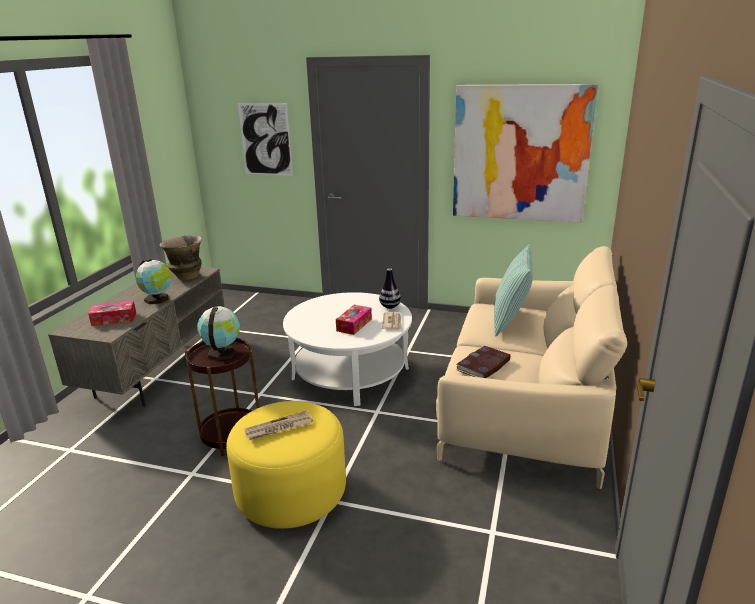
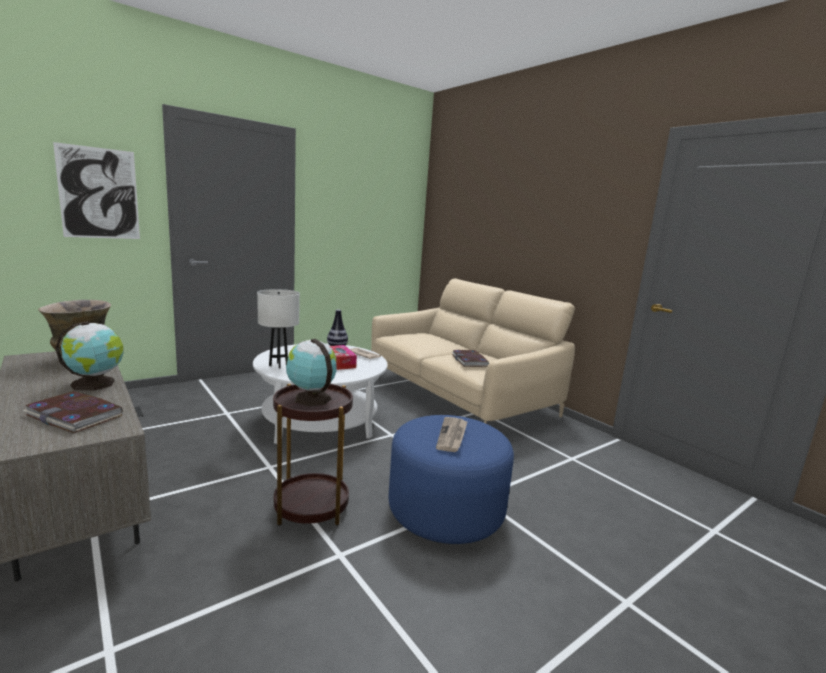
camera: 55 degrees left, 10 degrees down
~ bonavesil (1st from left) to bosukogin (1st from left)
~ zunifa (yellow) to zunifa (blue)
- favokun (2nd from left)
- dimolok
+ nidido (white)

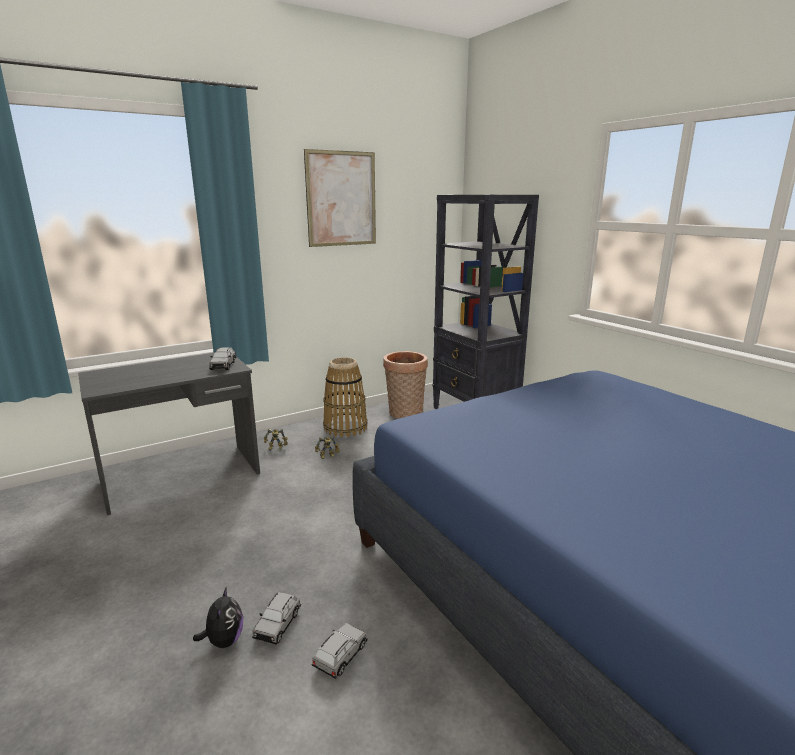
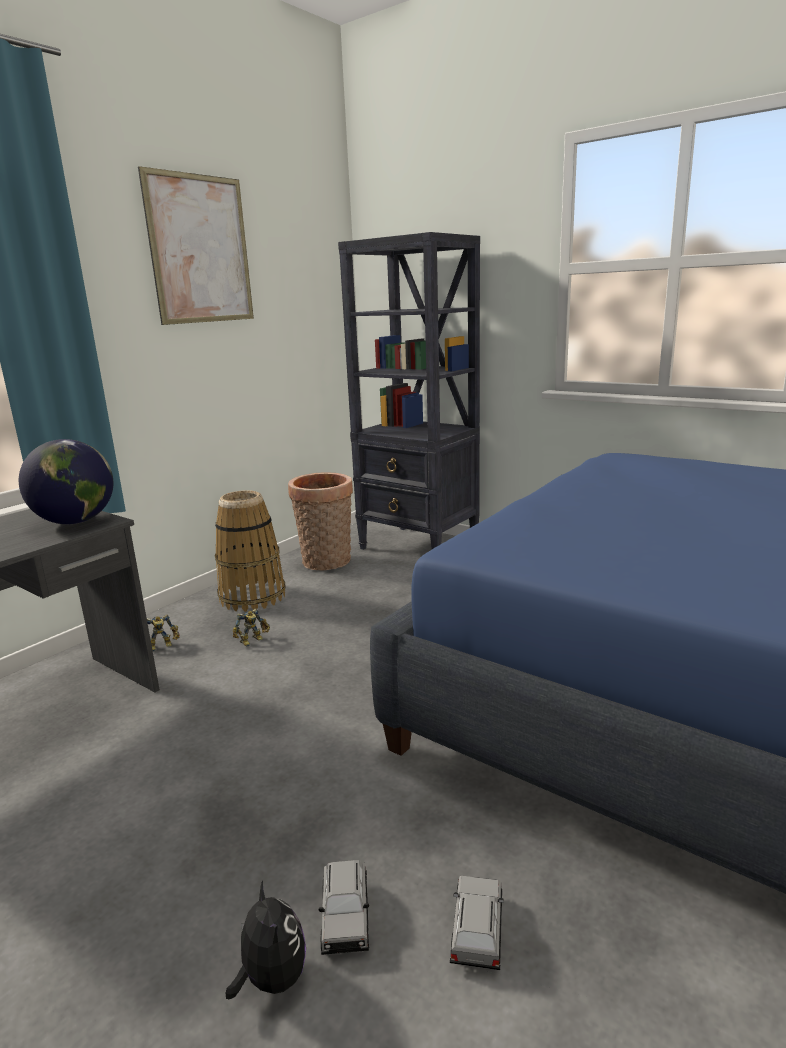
camera: 20 degrees left, 0 degrees up
~ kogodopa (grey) (1st from left) to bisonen

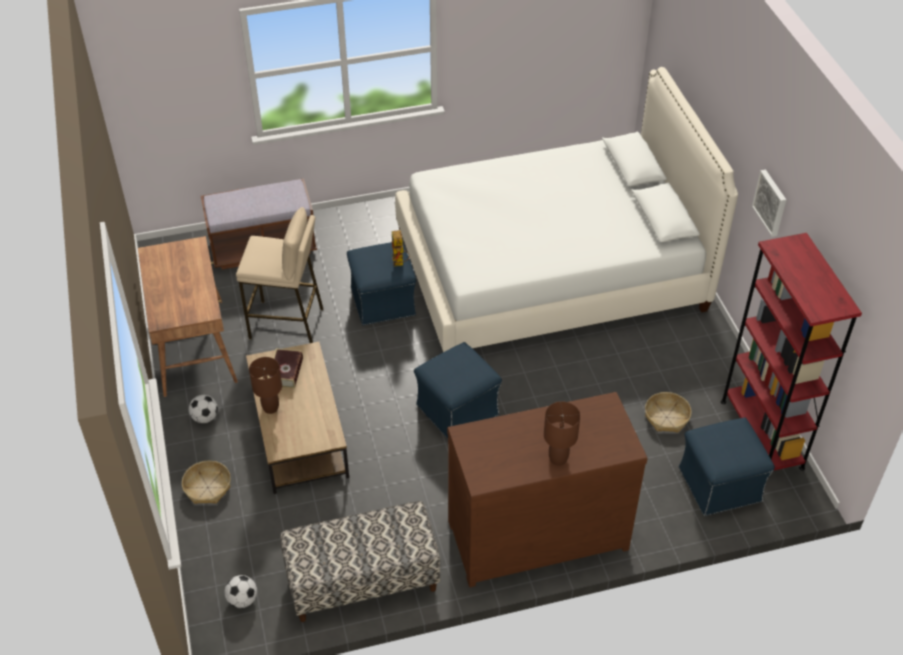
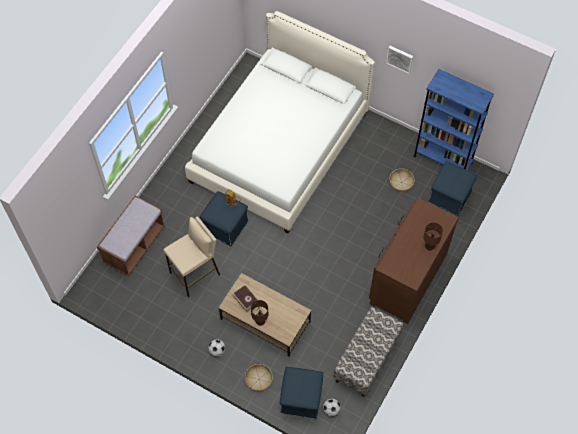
camera: 45 degrees left, 15 degrees up
- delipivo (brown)
~ zunifa (blue) (2nd from left)
~ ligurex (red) to ligurex (blue)

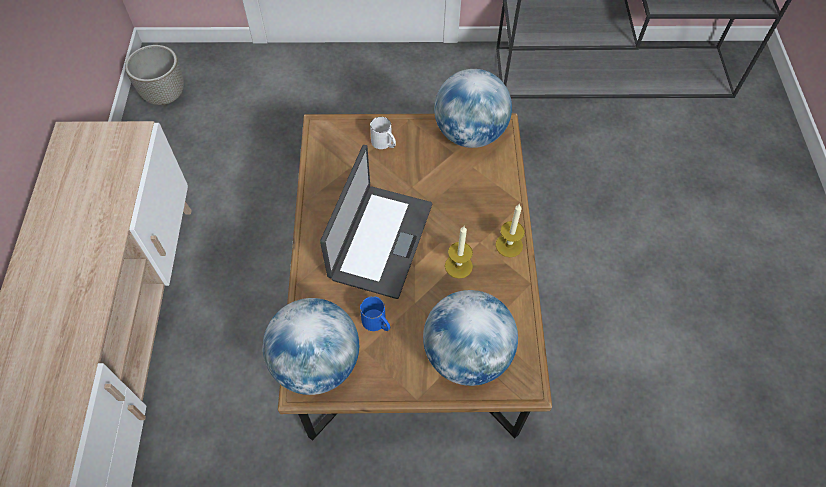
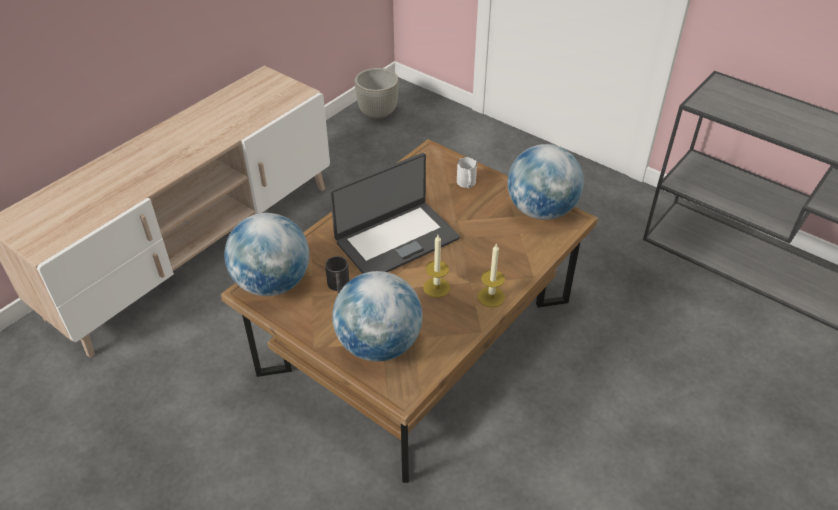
camera: 40 degrees right, 15 degrees down
~ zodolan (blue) to zodolan (black)

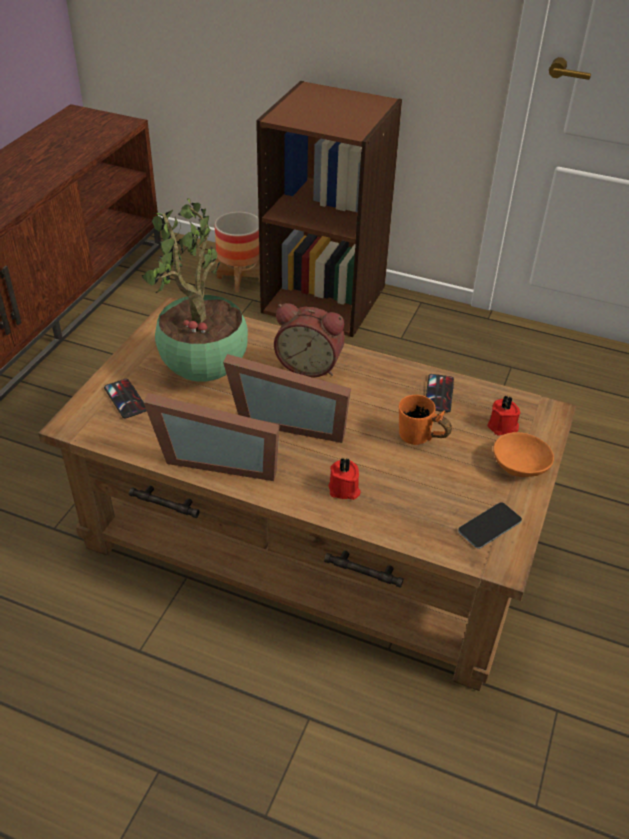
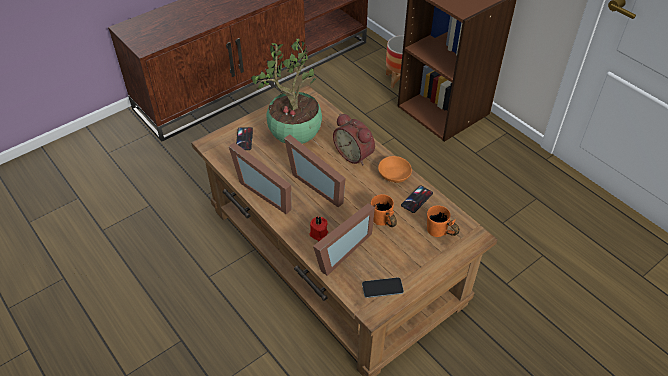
camera: 30 degrees right, 5 degrees up
~ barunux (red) (2nd from left) to zodolan (orange) (2nd from left)
~ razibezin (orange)
+ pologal (3rd from left)

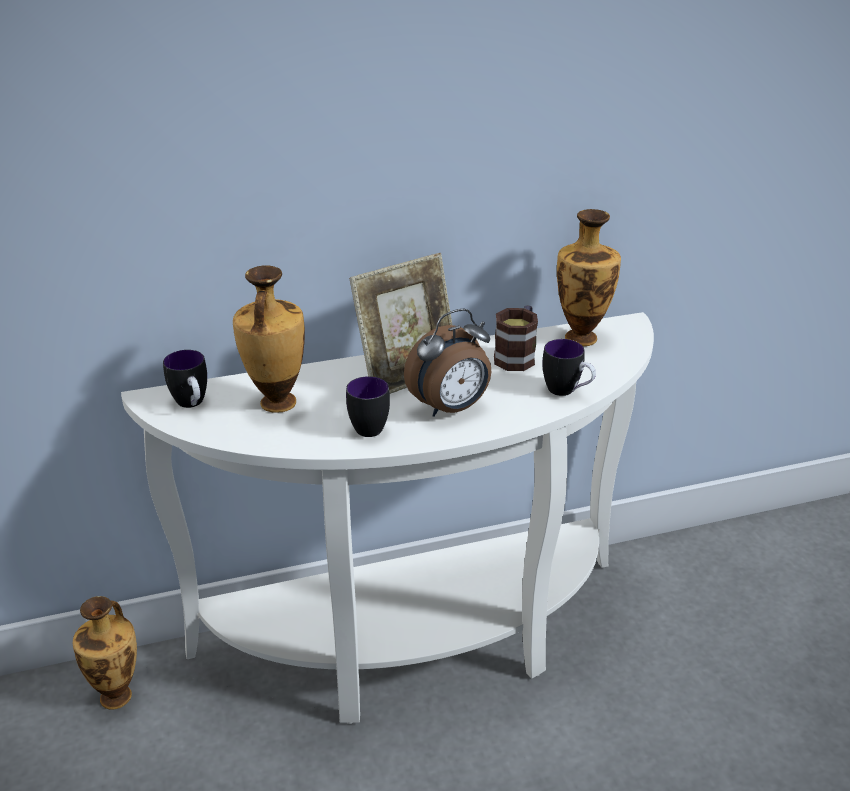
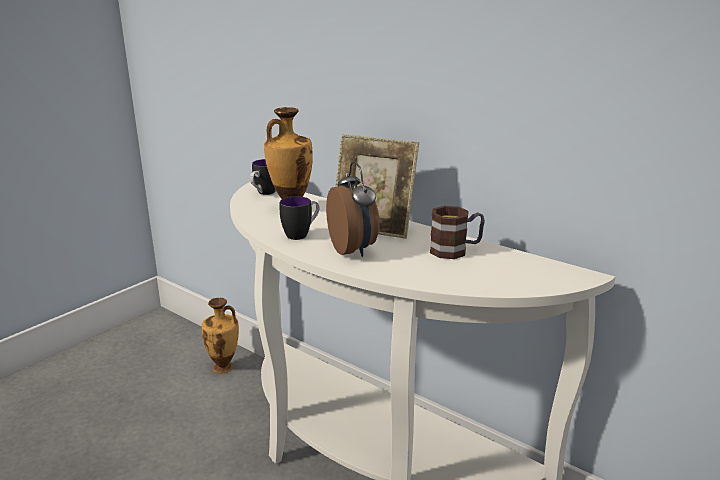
camera: 55 degrees right, 10 degrees down
~ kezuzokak 135 degrees counterclockwise
- zodolan (4th from left)
- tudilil (3rd from left)

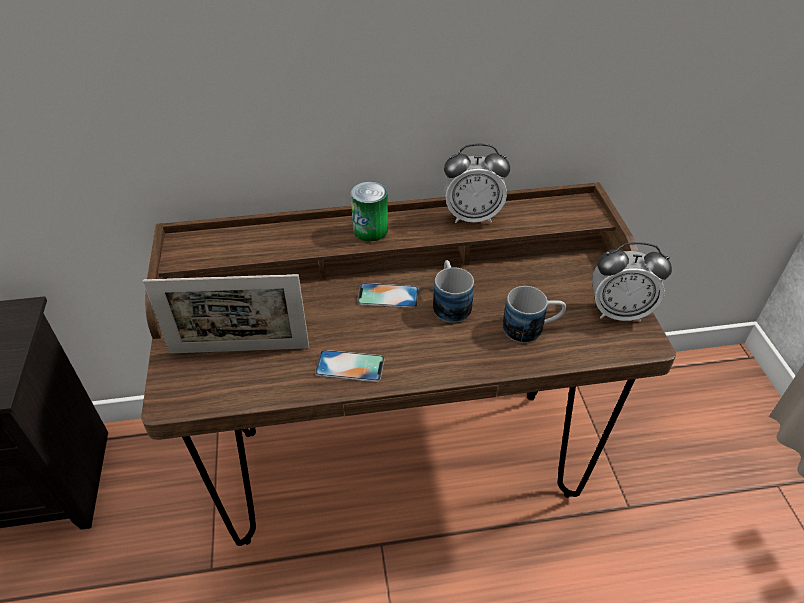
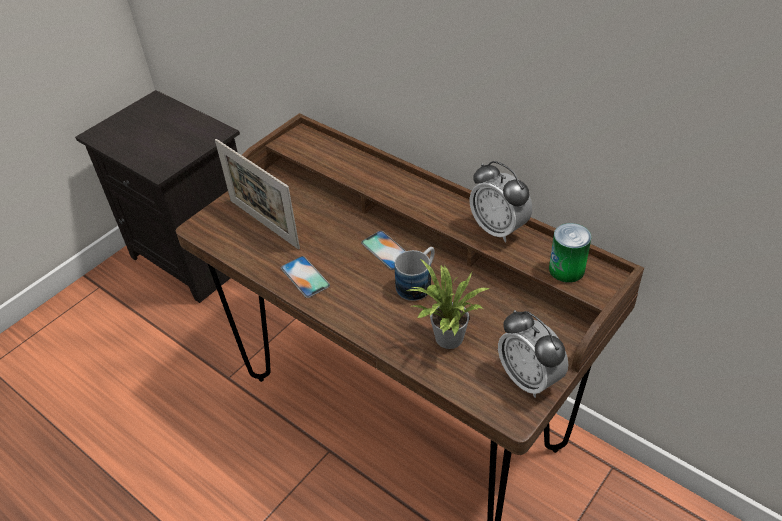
camera: 50 degrees right, 0 degrees up
~ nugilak
~ zodolan (2nd from left) to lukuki

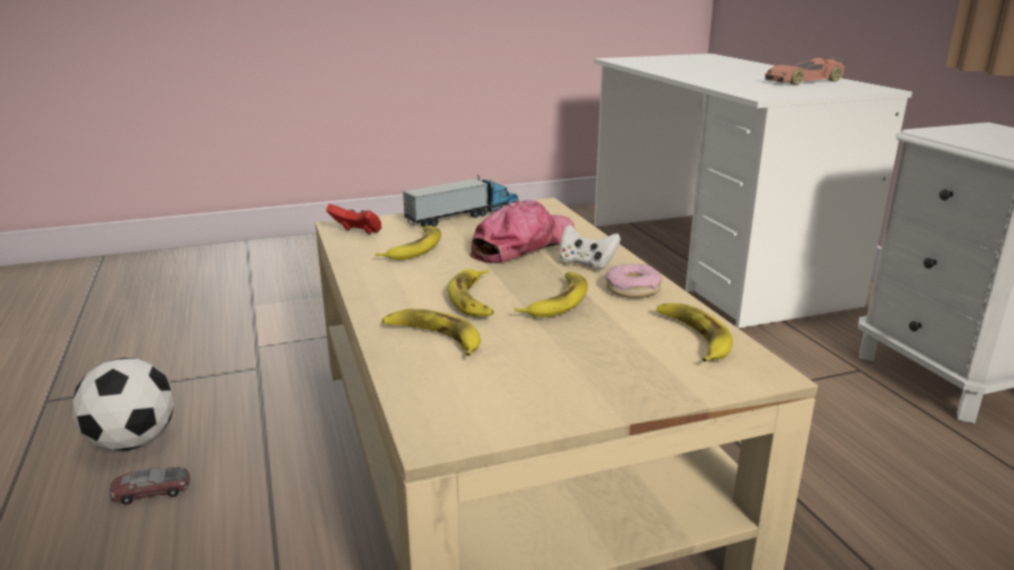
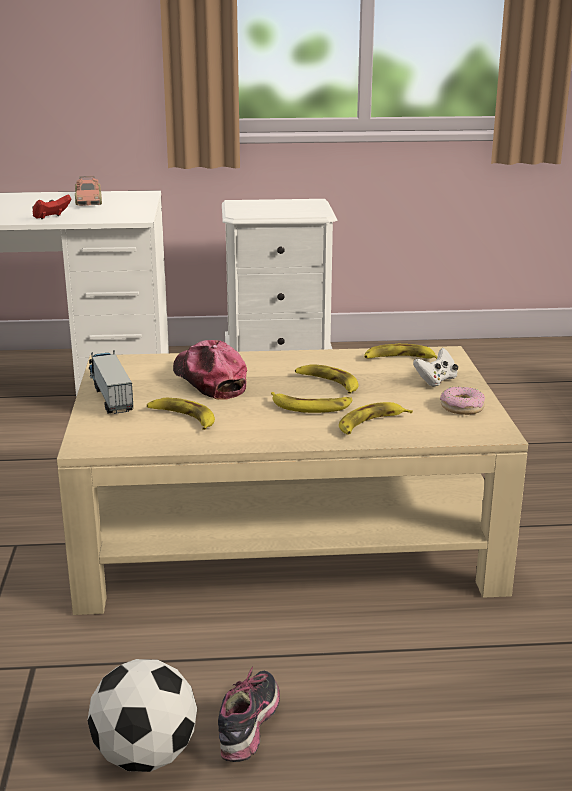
camera: 75 degrees left, 0 degrees up
~ kogodopa (1st from left) to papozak
~ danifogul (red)
~ danifogul (white)
~ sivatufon

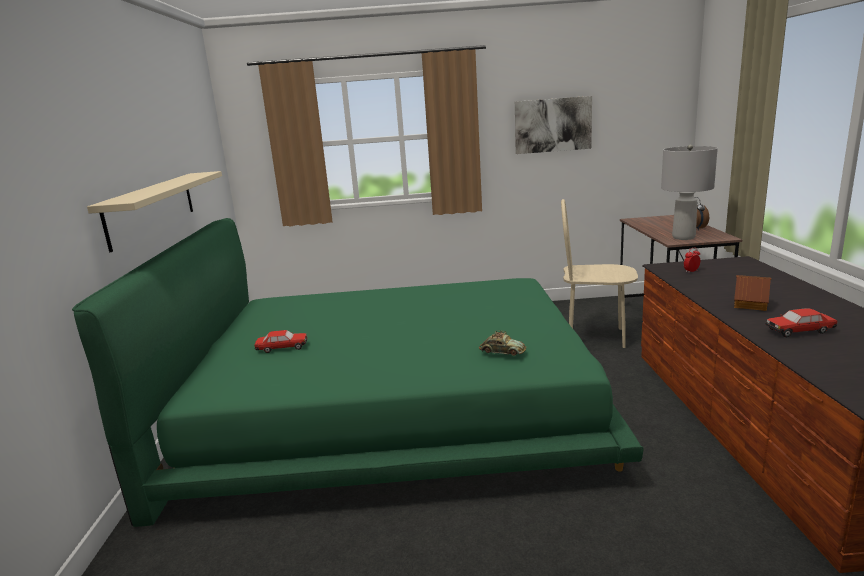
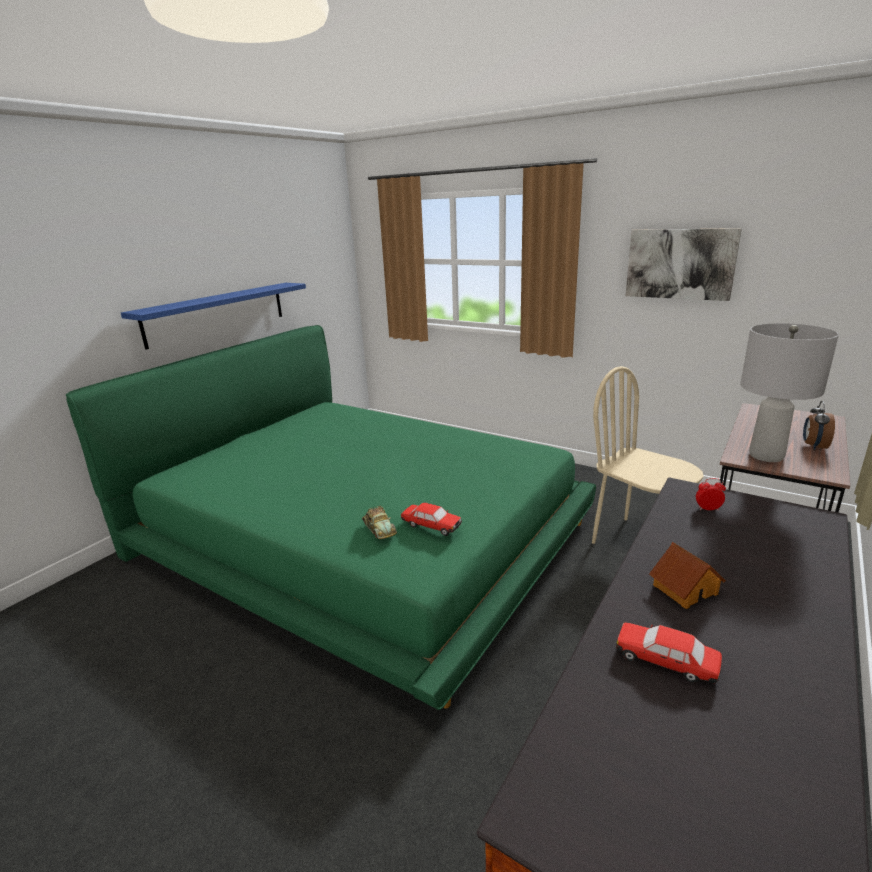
camera: 35 degrees right, 5 degrees up
~ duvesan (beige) to duvesan (blue)
~ kogodopa (1st from left in the first image) to kogodopa (2nd from left)

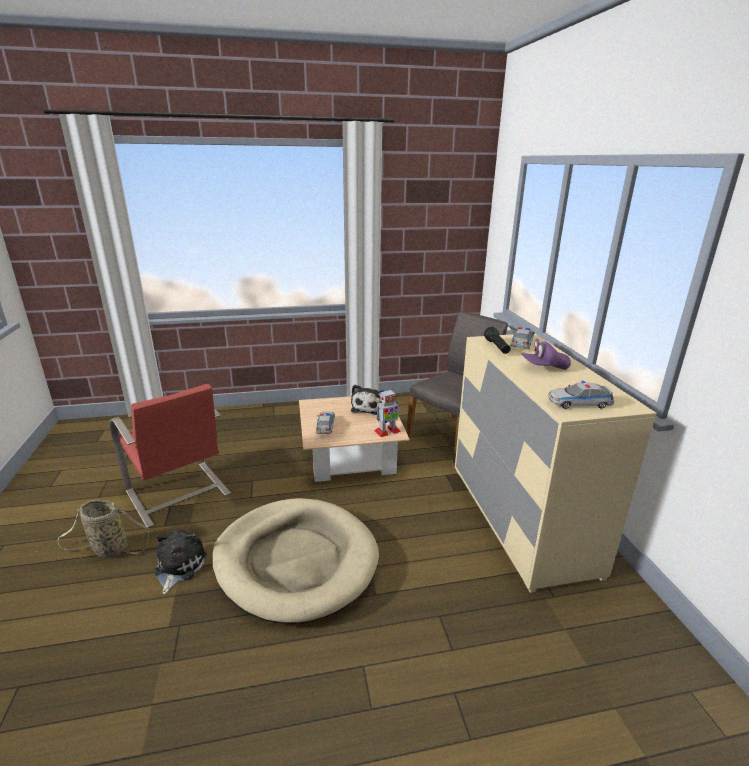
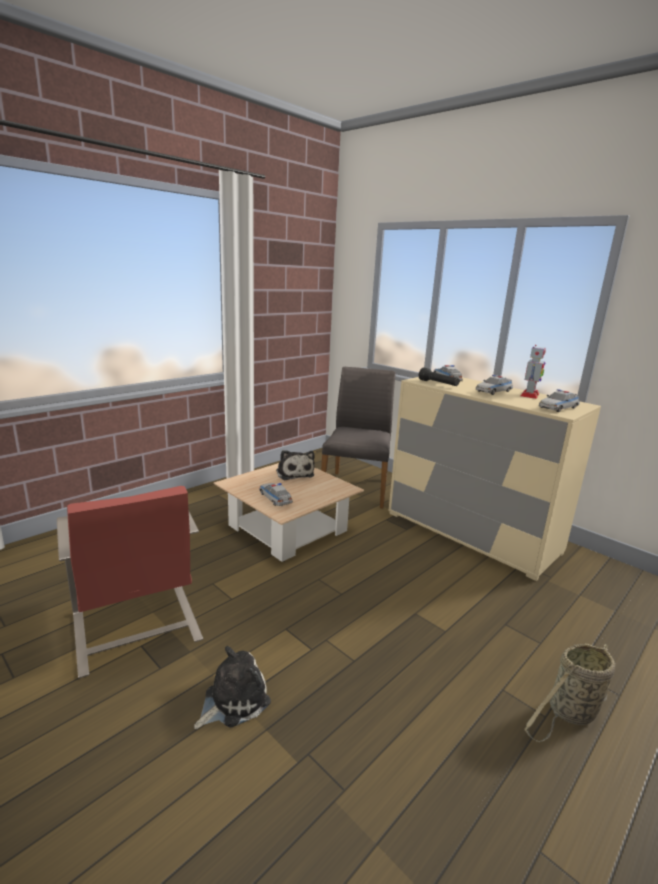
camera: 35 degrees left, 5 degrees down
~ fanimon
~ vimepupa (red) 45 degrees clockwise
~ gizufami (1st from left) 75 degrees clockwise
- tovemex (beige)
~ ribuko
~ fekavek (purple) to kogodopa (3rd from left)

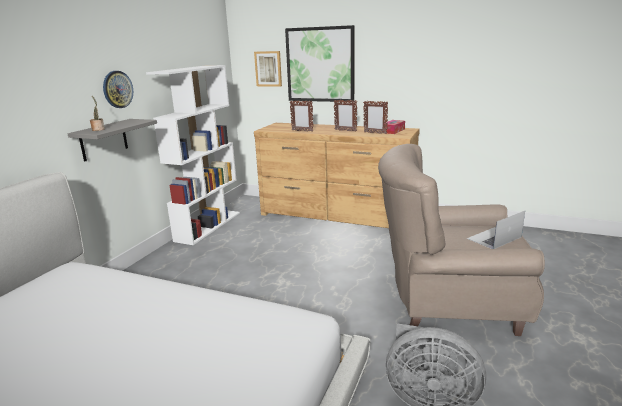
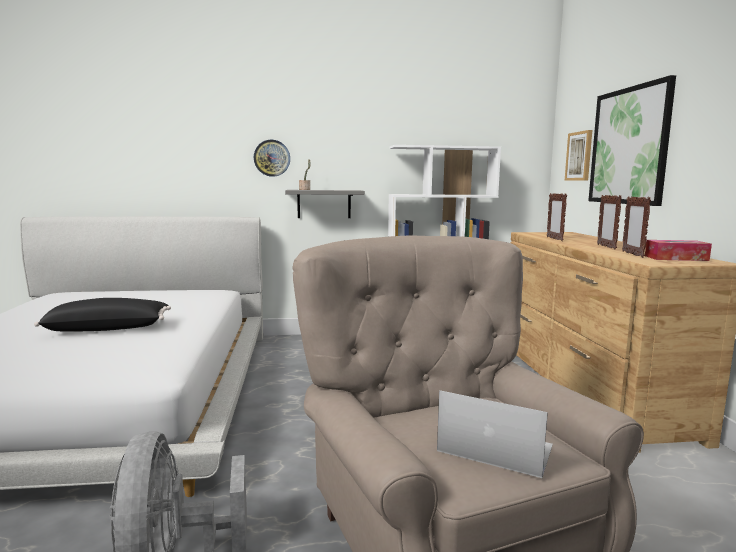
camera: 60 degrees right, 10 degrees down
~ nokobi
+ dimolok (black)

